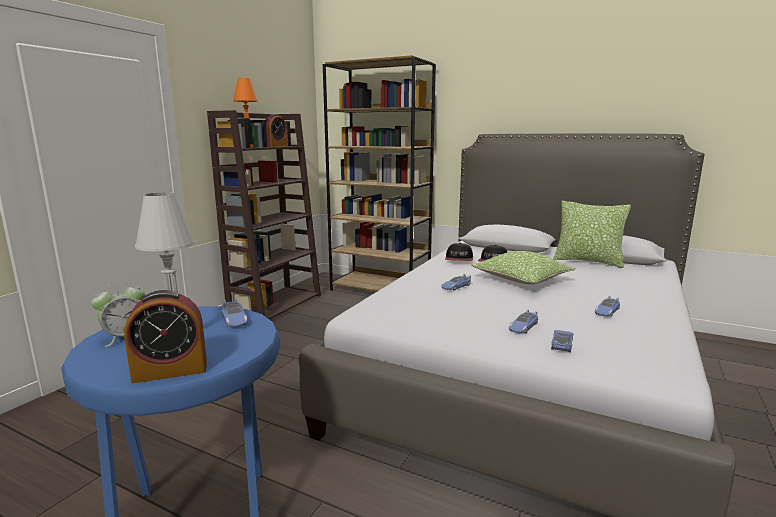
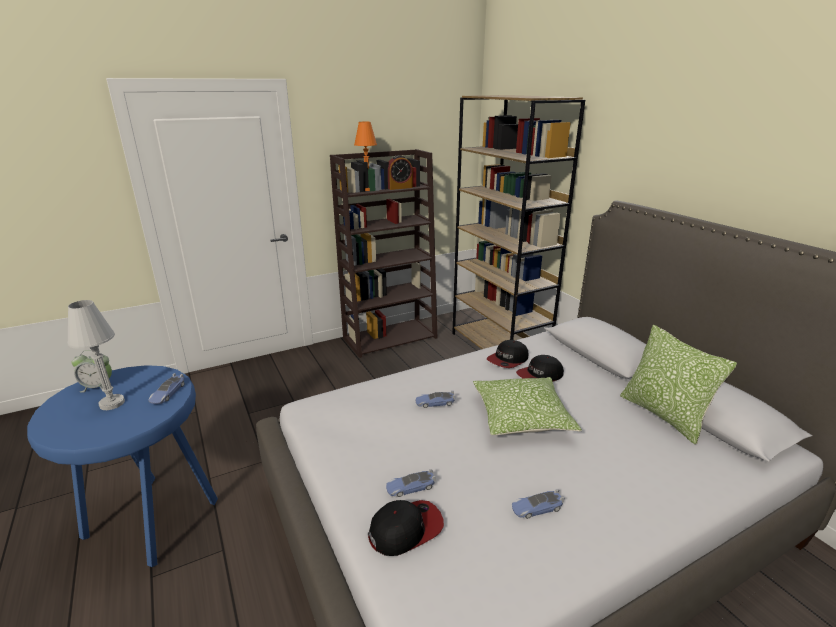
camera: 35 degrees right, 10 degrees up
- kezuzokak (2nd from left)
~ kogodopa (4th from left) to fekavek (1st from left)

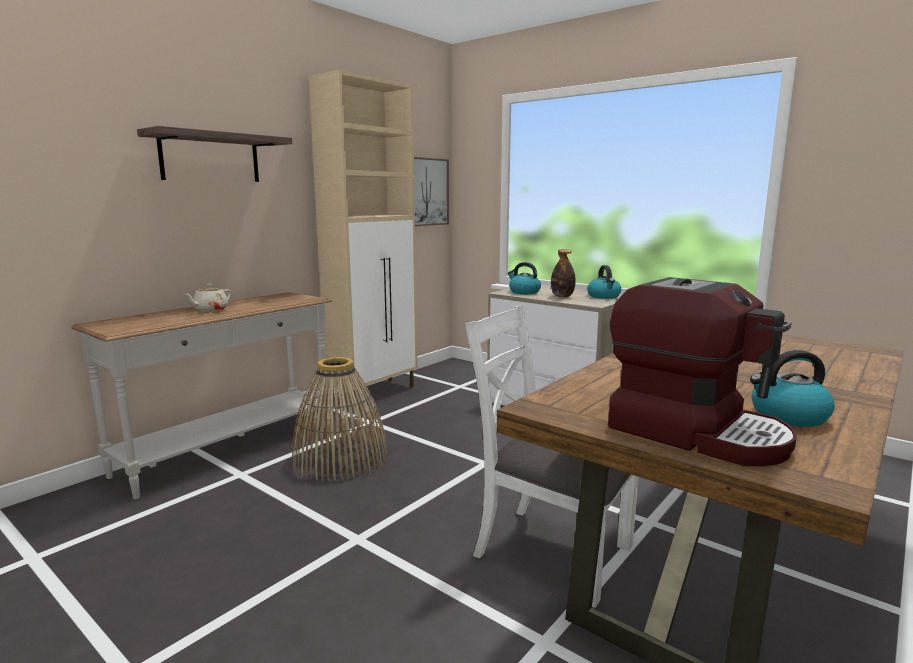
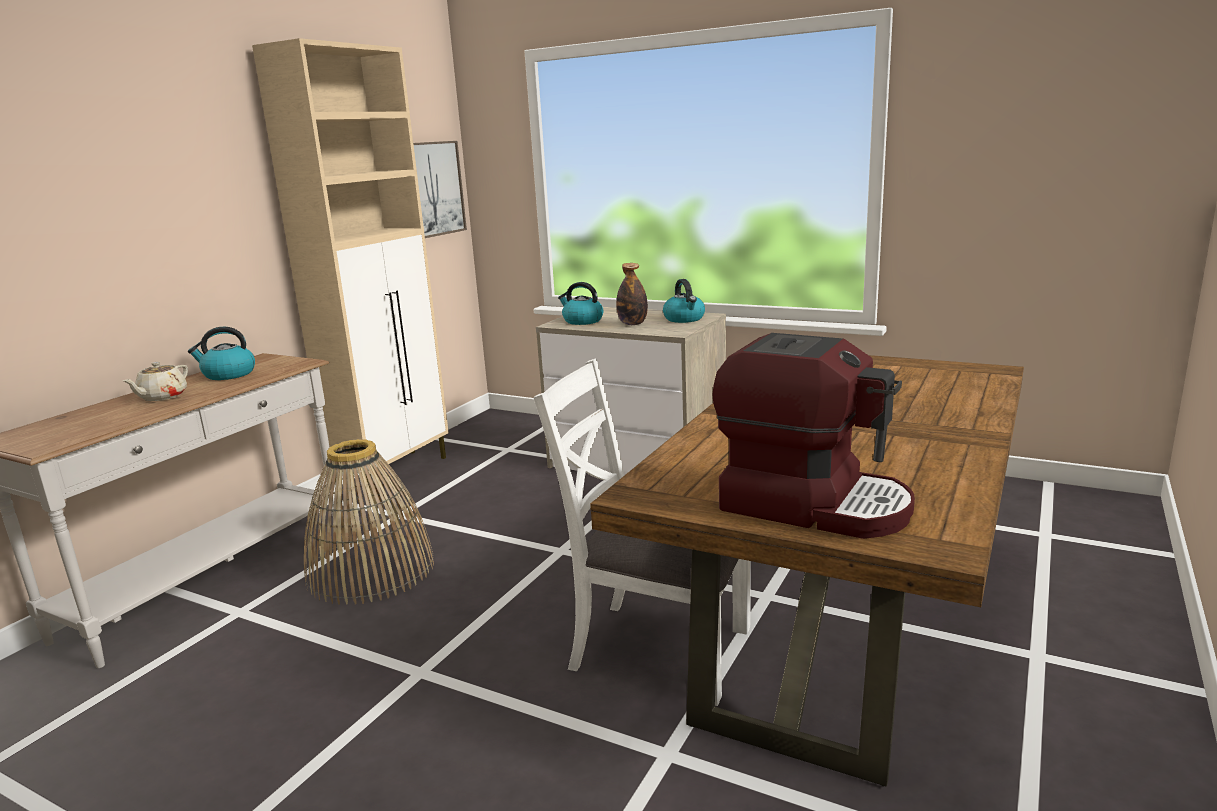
camera: 10 degrees left, 5 degrees up
- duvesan
~ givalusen (3rd from left in the first image) to givalusen (1st from left)

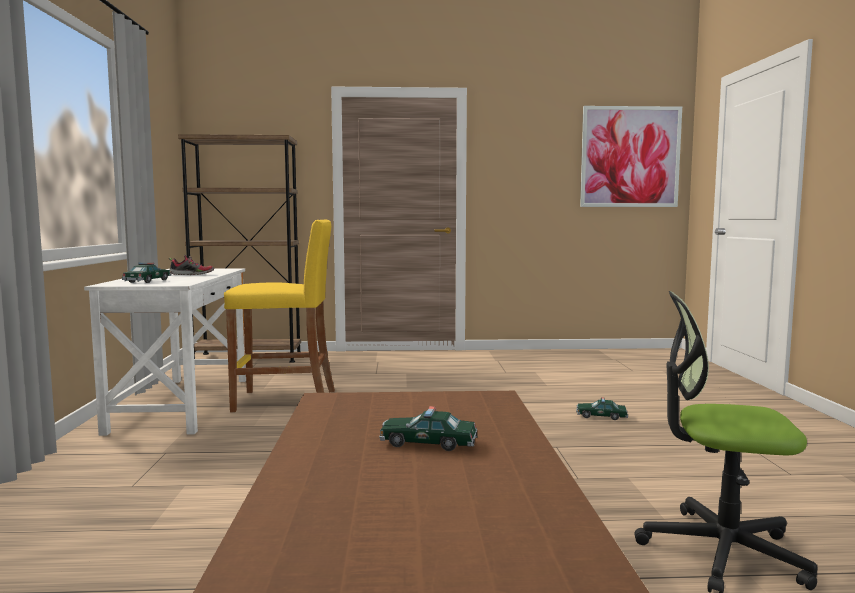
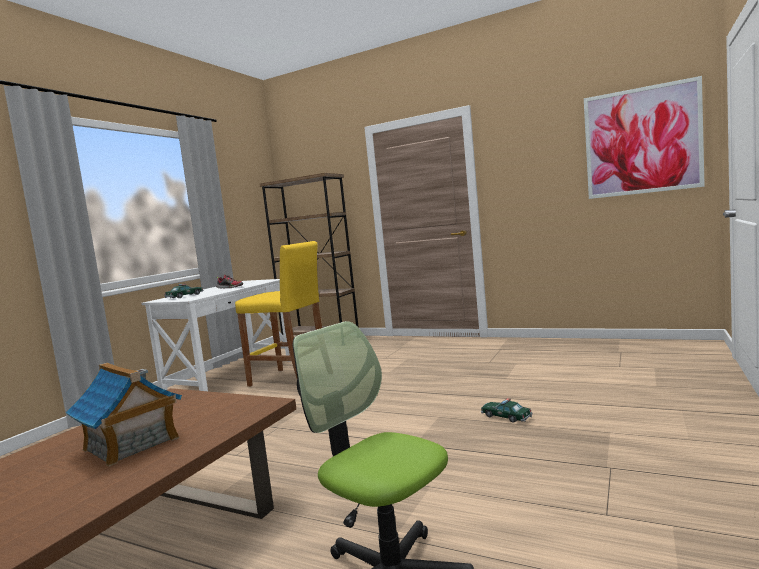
camera: 30 degrees right, 0 degrees up
~ kogodopa (2nd from left) to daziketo

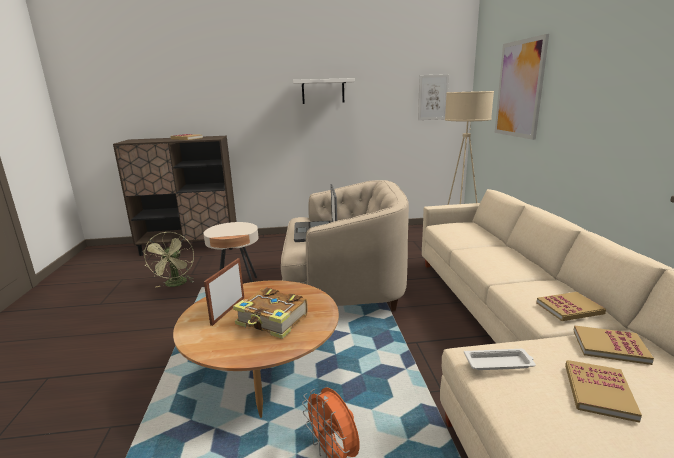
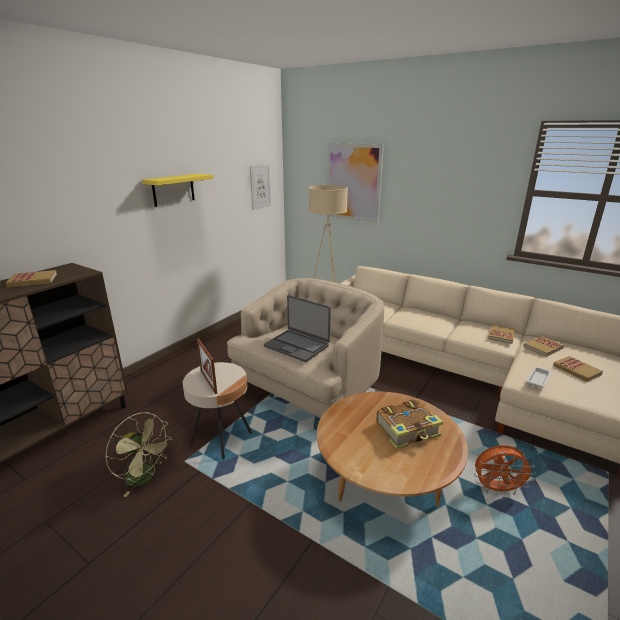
camera: 50 degrees left, 5 degrees up
~ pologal
~ duvesan (white) to duvesan (yellow)

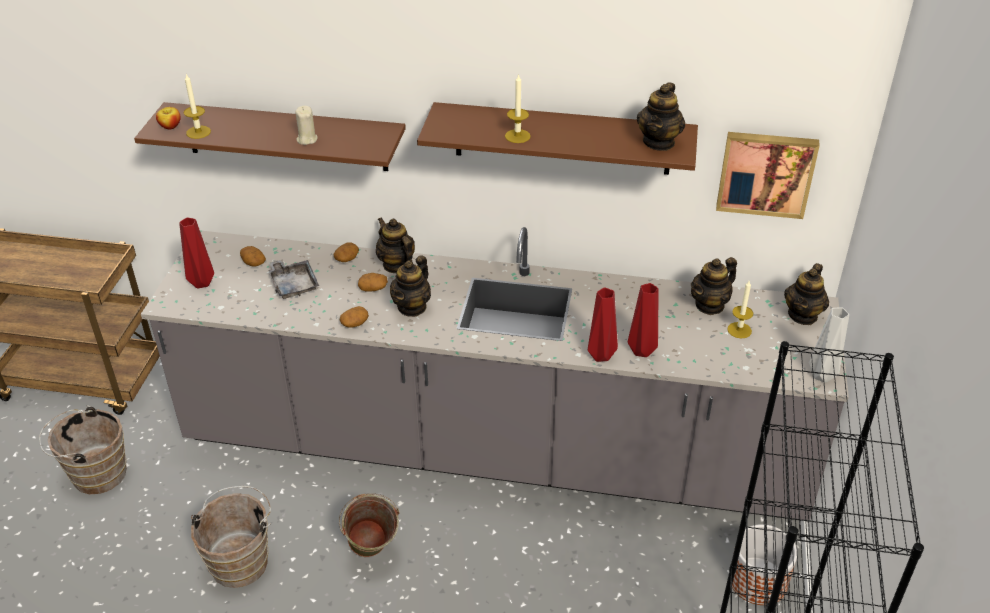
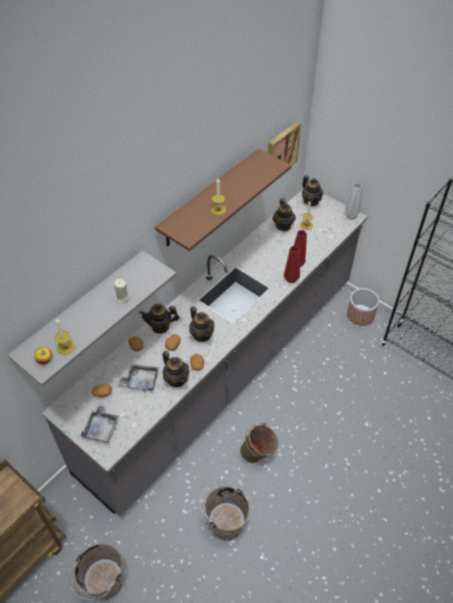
camera: 60 degrees left, 10 degrees up
~ duvesan (brown) (1st from left) to duvesan (grey)
~ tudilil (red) (1st from left) to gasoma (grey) (1st from left)
~ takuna (3rd from left in the first image) to takuna (2nd from left)

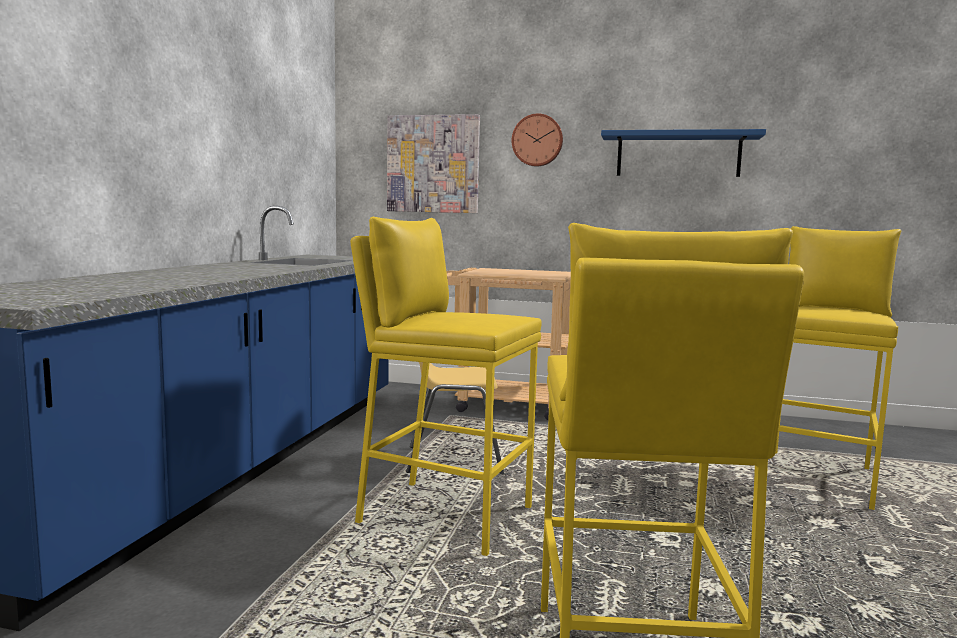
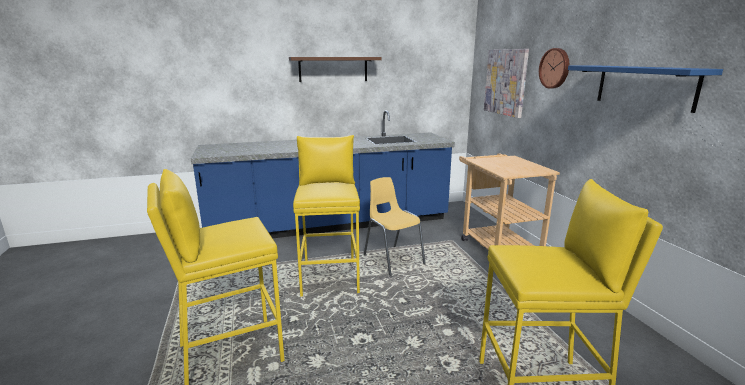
camera: 60 degrees right, 10 degrees up
+ duvesan (brown)

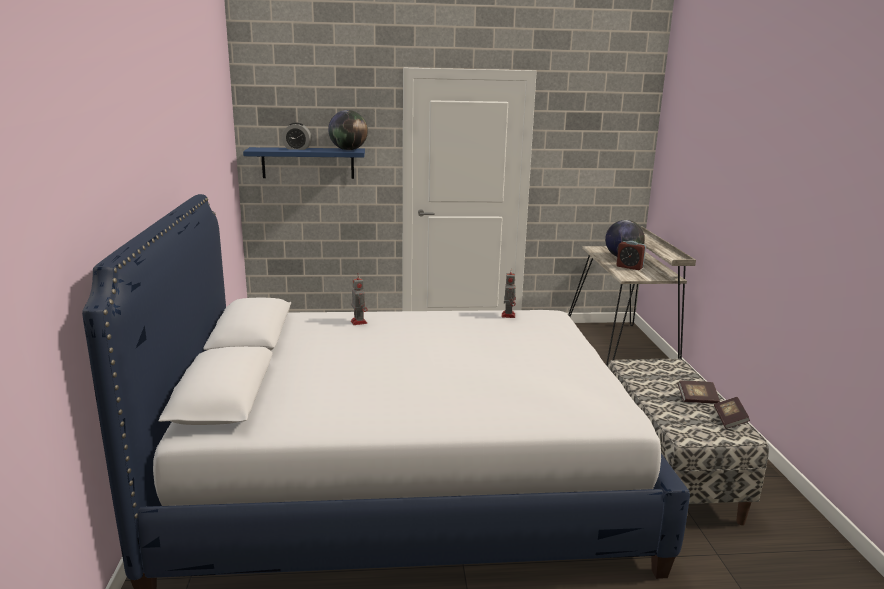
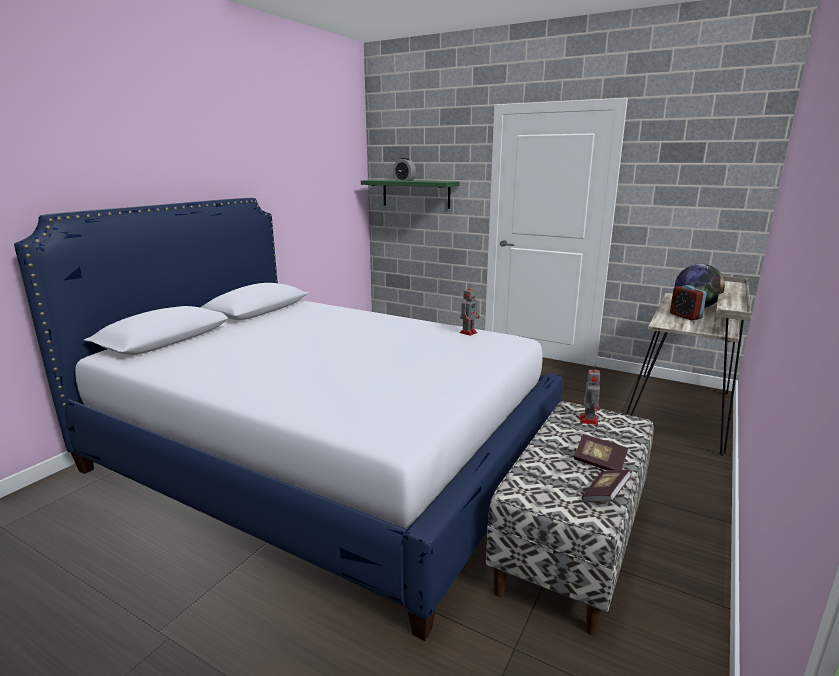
camera: 35 degrees right, 0 degrees up
~ duvesan (blue) to duvesan (green)
- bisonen (1st from left)
~ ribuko (1st from left in the first image) to ribuko (2nd from left)

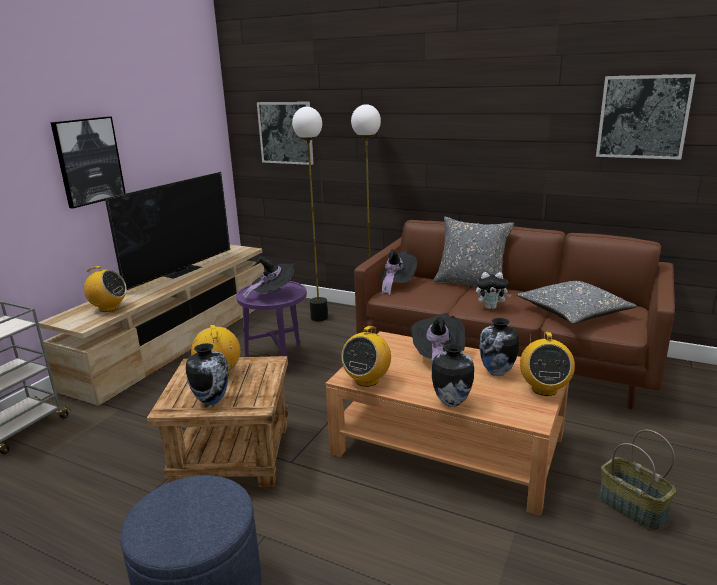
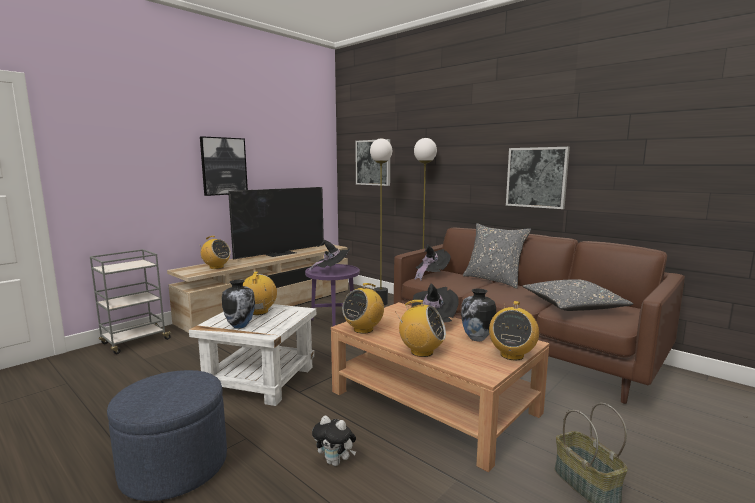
camera: 15 degrees right, 10 degrees down
~ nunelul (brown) to nunelul (white)
~ tudilil (2nd from left) to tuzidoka (4th from left)
~ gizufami
~ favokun (3rd from left)

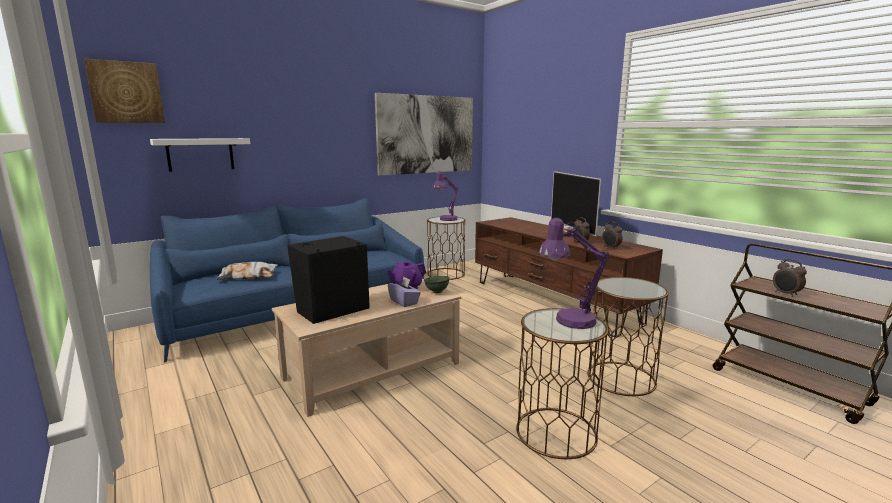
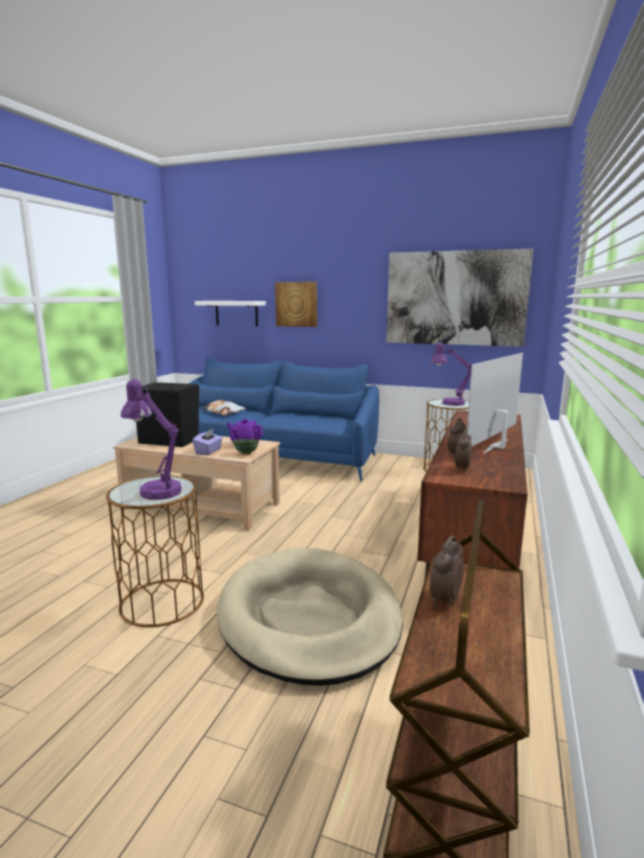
camera: 55 degrees right, 0 degrees up
~ favokun (1st from left)
~ nunelul (brown) (3rd from left) to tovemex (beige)

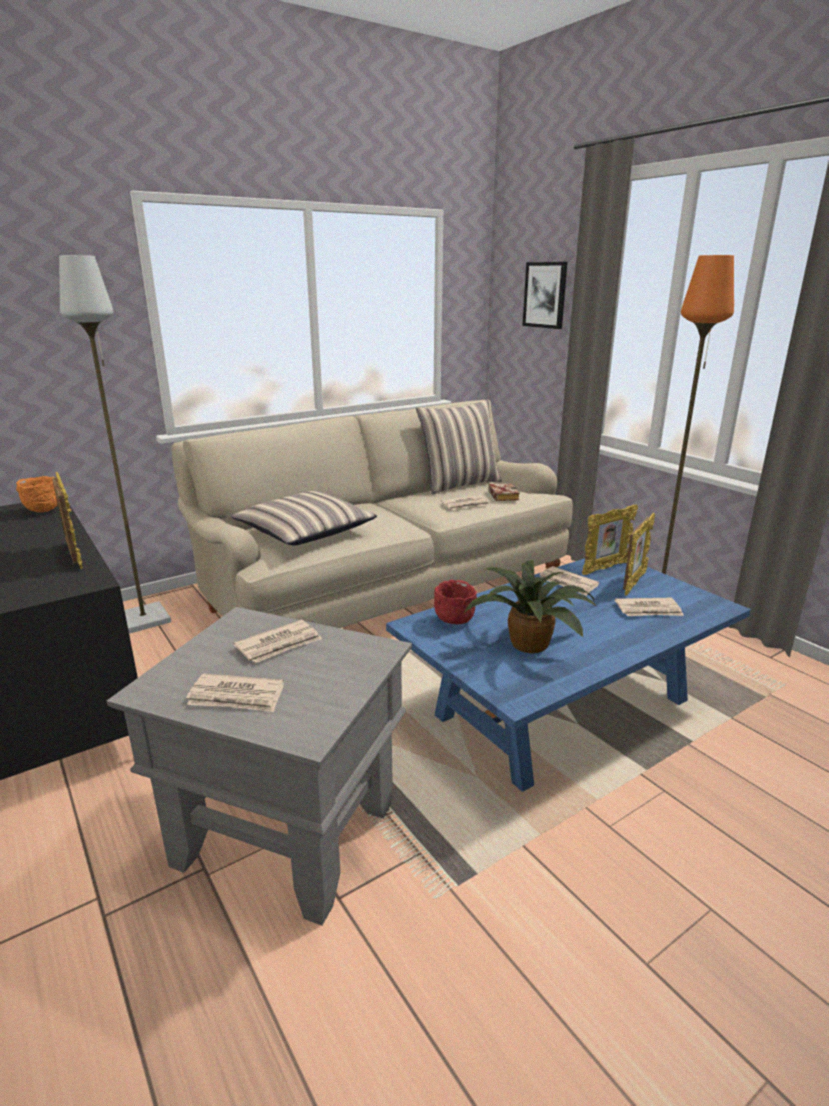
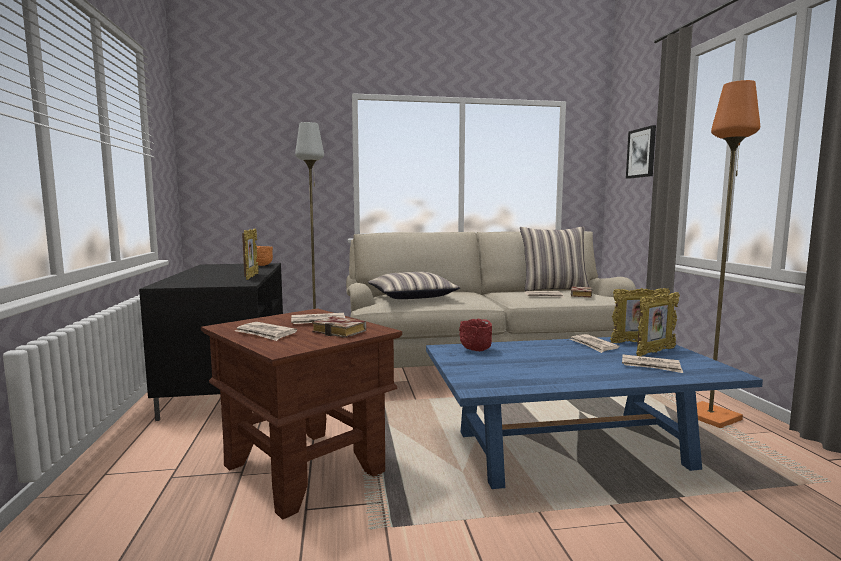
camera: 25 degrees right, 15 degrees down
~ nunelul (grey) to nunelul (brown)
- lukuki
+ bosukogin (1st from left)

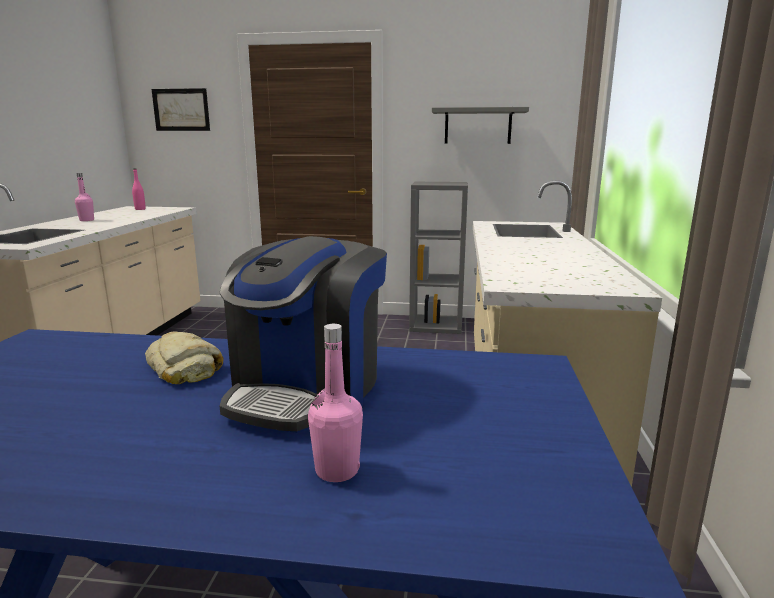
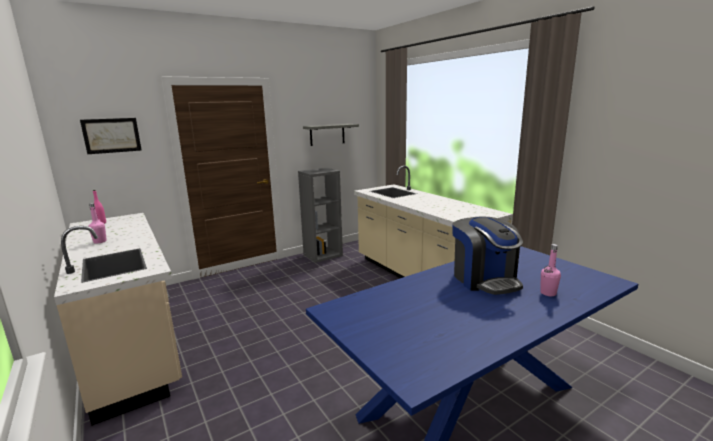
camera: 40 degrees left, 0 degrees up
- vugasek

